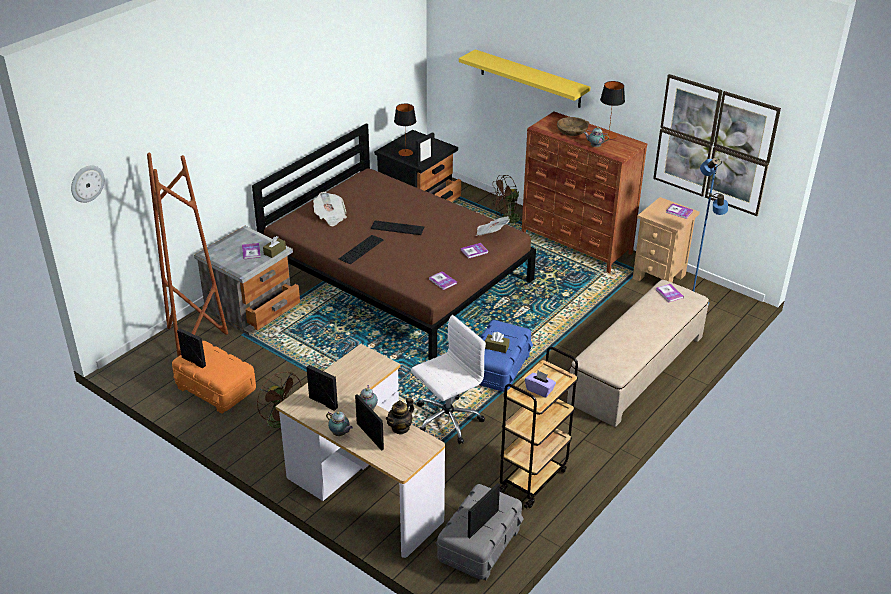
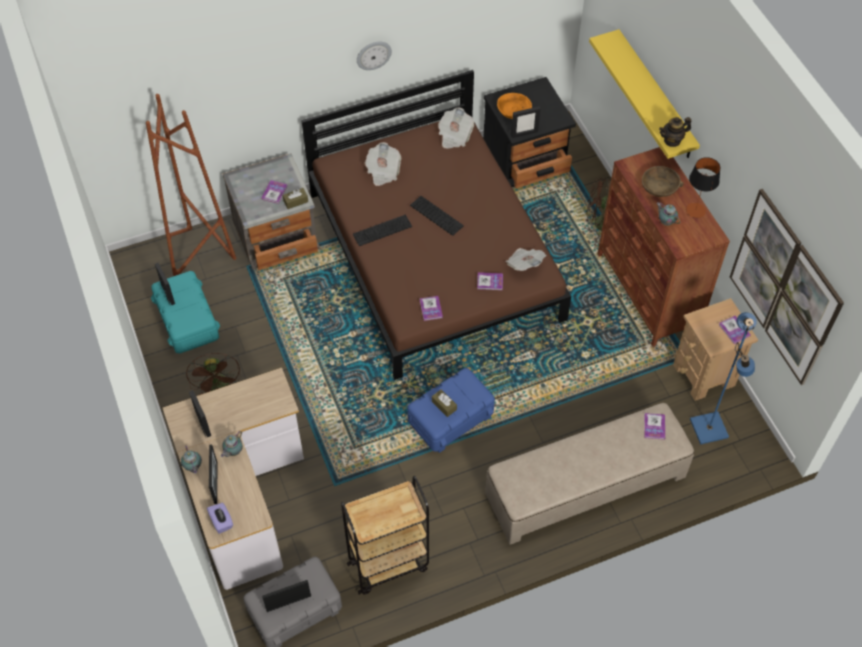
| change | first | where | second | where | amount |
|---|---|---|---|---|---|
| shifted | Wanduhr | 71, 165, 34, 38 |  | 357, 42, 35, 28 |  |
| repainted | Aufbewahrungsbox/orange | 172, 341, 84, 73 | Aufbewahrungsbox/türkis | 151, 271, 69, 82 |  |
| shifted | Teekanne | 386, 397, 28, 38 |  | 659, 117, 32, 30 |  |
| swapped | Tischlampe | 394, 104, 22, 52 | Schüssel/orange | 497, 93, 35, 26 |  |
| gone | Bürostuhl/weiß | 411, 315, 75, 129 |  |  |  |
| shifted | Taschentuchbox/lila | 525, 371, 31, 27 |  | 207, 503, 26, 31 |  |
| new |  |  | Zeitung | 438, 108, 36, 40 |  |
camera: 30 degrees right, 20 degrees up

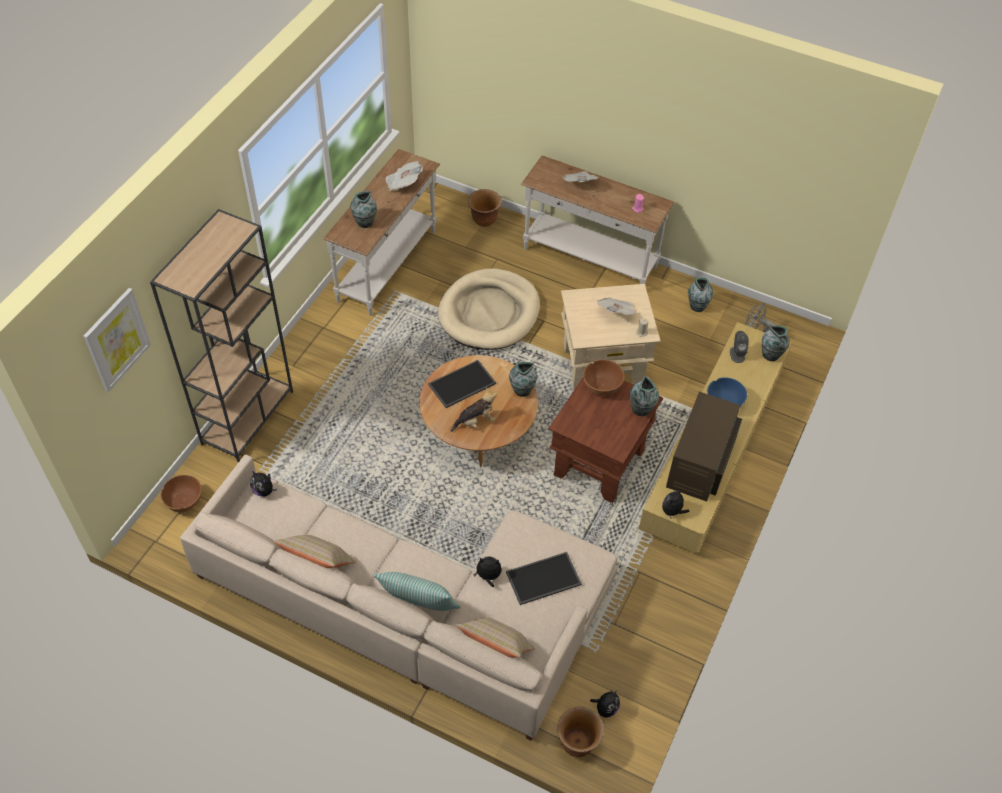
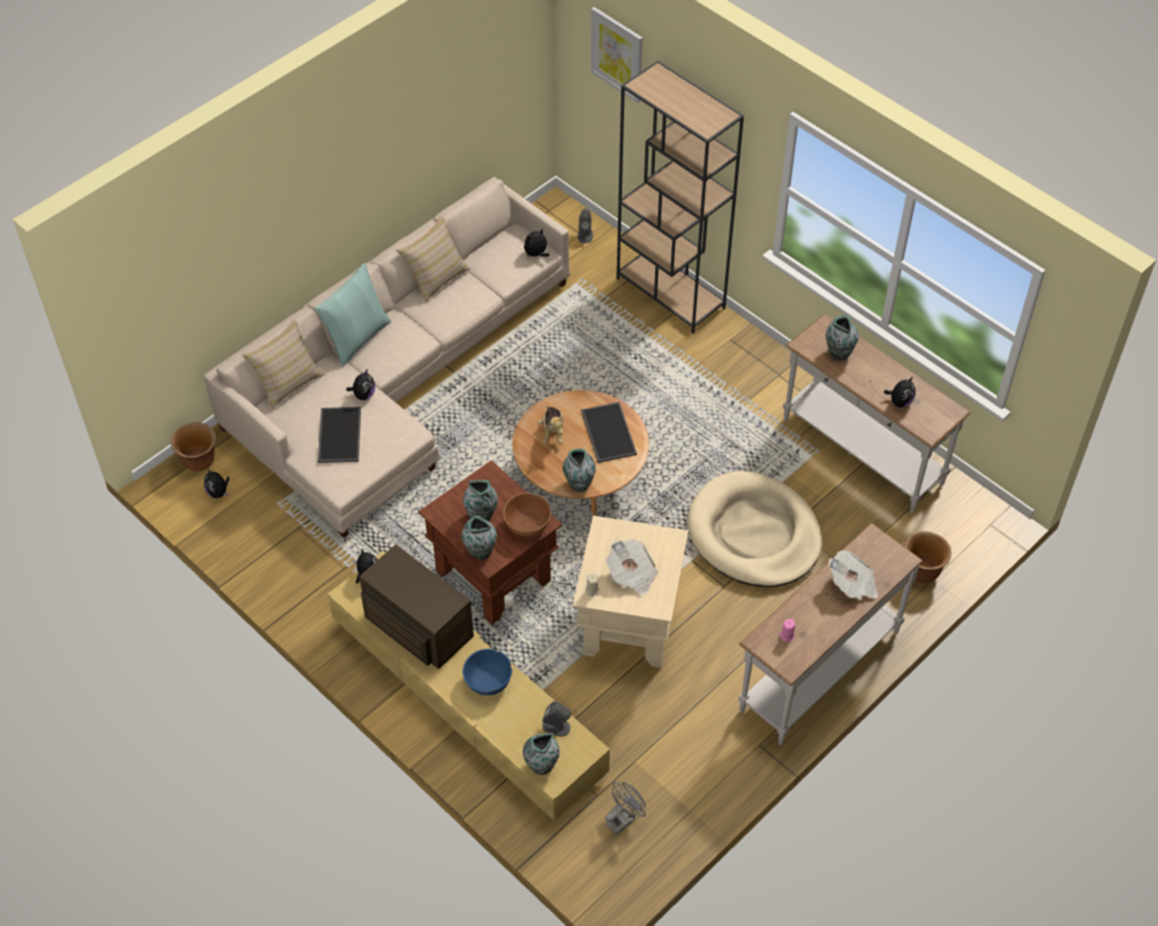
| change | first | where | second | where | amount |
|---|---|---|---|---|---|
| swapped | Schüssel/braun | 160, 475, 42, 37 | Lautsprecher/grau | 578, 209, 15, 34 |  |
| swapped | Zeitung | 385, 161, 38, 30 | Plüschtier | 884, 376, 32, 32 |  |
| shifted | Vase | 688, 277, 25, 35 |  | 463, 480, 35, 41 |  |
camera: 110 degrees right, 0 degrees up

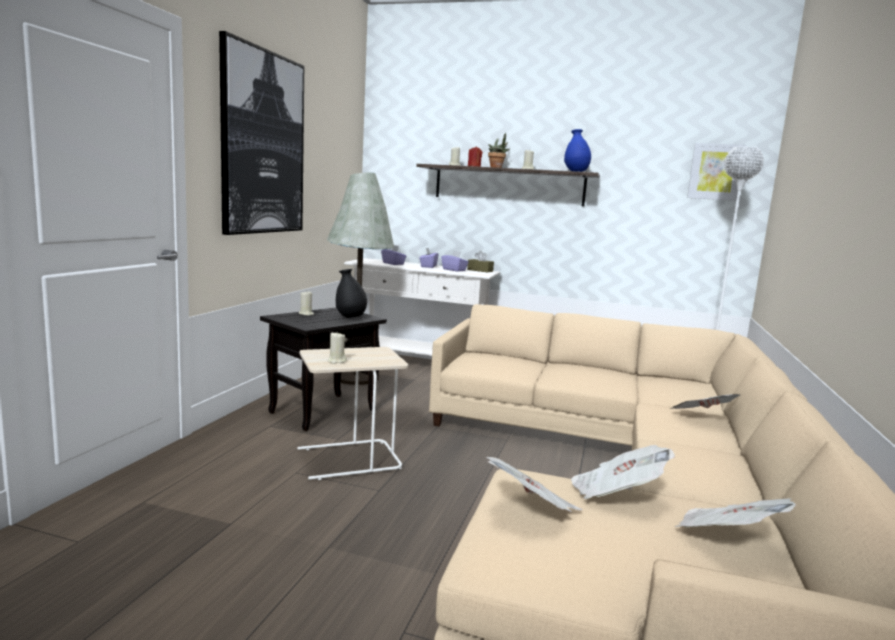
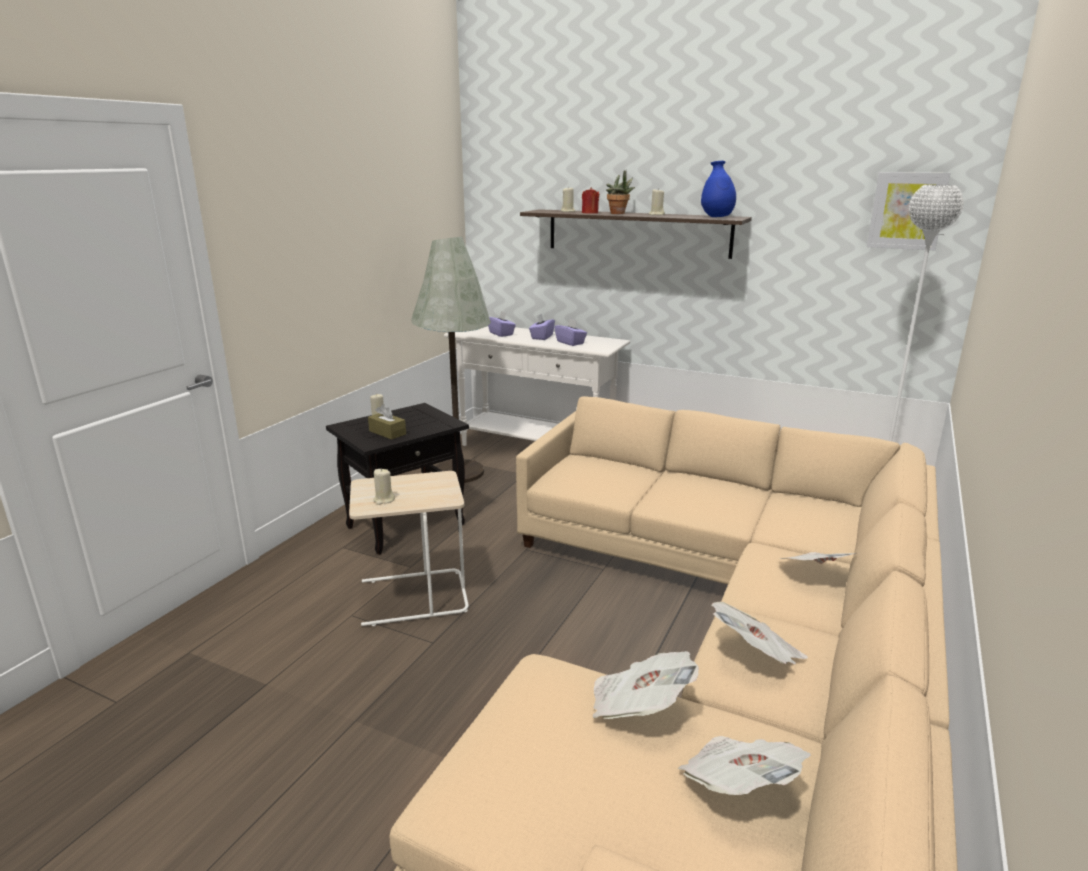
| change | first | where | second | where | amount |
|---|---|---|---|---|---|
| gone | Bild | 219, 31, 85, 204 |  |  |  |
| gone | Vase/schwarz | 336, 269, 31, 49 |  |  |  |
| shifted | Taschentuchbox/braun | 467, 251, 27, 22 |  | 368, 404, 38, 36 |  |
| shifted | Zeitung | 486, 457, 96, 55 |  | 712, 602, 96, 62 |  |
camera: 10 degrees right, 10 degrees up

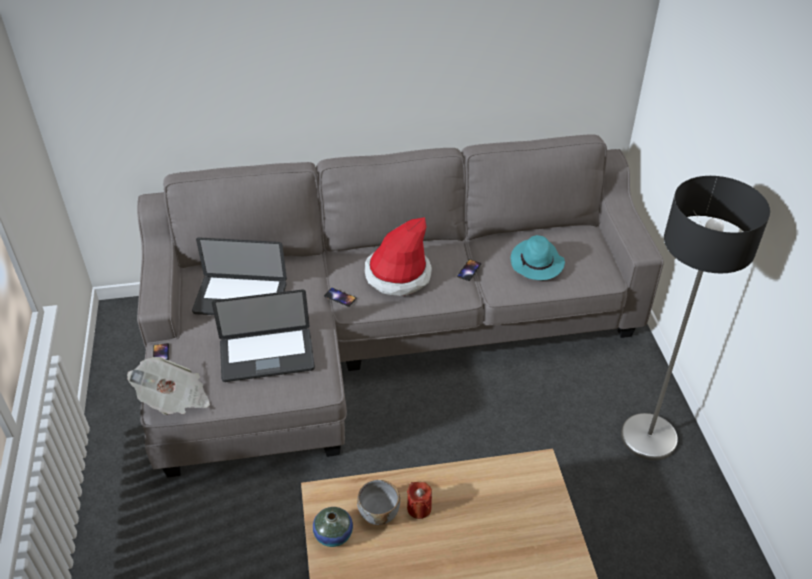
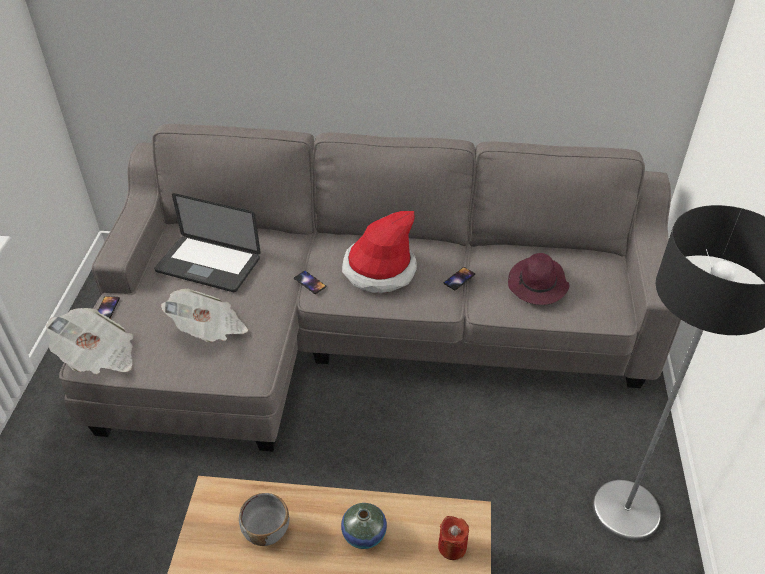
| change | first | where | second | where | amount |
|---|---|---|---|---|---|
| swapped | Laptop | 212, 290, 103, 92 | Zeitung | 161, 289, 87, 53 |  |
| shifted | Vase | 313, 507, 40, 40 |  | 341, 503, 46, 46 |  |
| shifted | Kerze/rot | 407, 482, 25, 37 |  | 438, 516, 31, 44 |  |
| repainted | Hut/türkis | 511, 235, 54, 45 | Hut/lila | 508, 253, 61, 52 |  |
camera: 15 degrees right, 0 degrees up

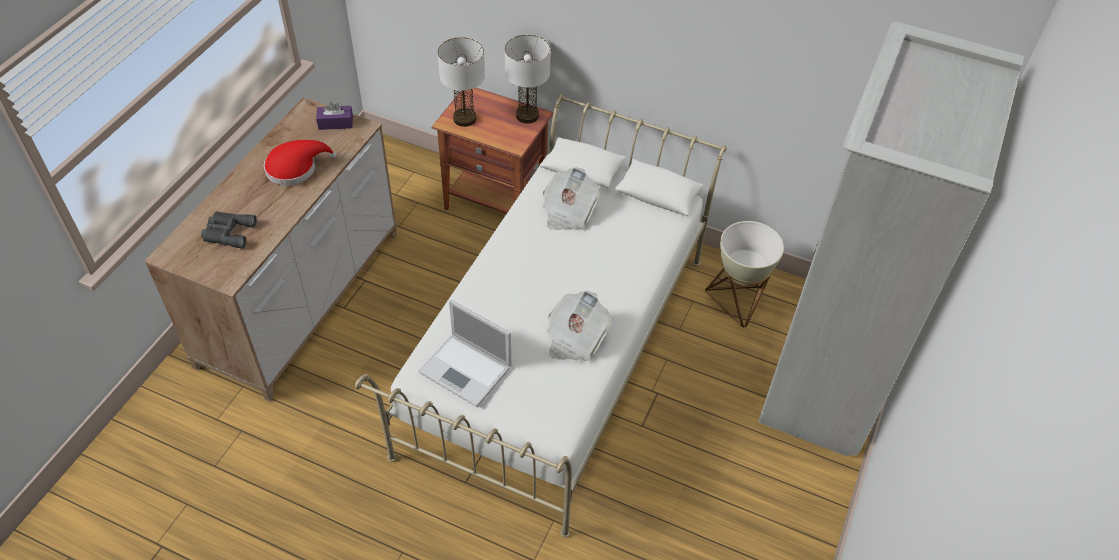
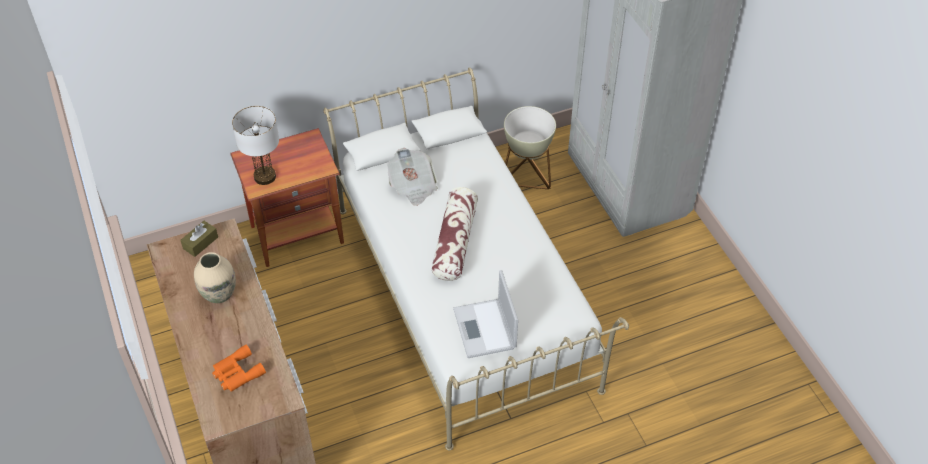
| change | first | where | second | where | amount |
|---|---|---|---|---|---|
| repainted | Fernglas/grau | 201, 211, 56, 38 | Fernglas/orange | 212, 345, 54, 47 |  |
| swapped | Hut/rot | 264, 140, 73, 46 | Vase/beige | 194, 252, 42, 51 |  |
| repainted | Taschentuchbox/lila | 316, 102, 37, 28 | Taschentuchbox/braun | 180, 221, 38, 36 |  |
| rotated | Laptop | 418, 300, 93, 107 |  | 453, 270, 65, 88 | 90 degrees clockwise |
| gone | Tischlampe | 505, 35, 46, 89 |  |  |  |
| gone | Zeitung | 547, 291, 64, 70 |  |  |  |
| new |  |  | Kissen | 431, 187, 47, 94 |  |
camera: 45 degrees left, 0 degrees up

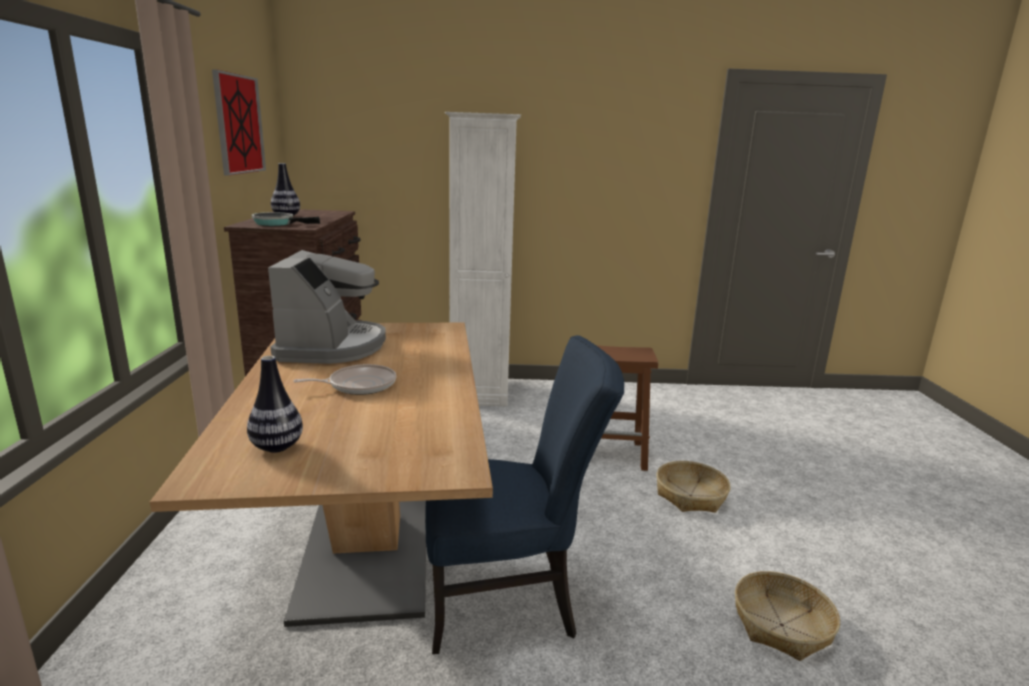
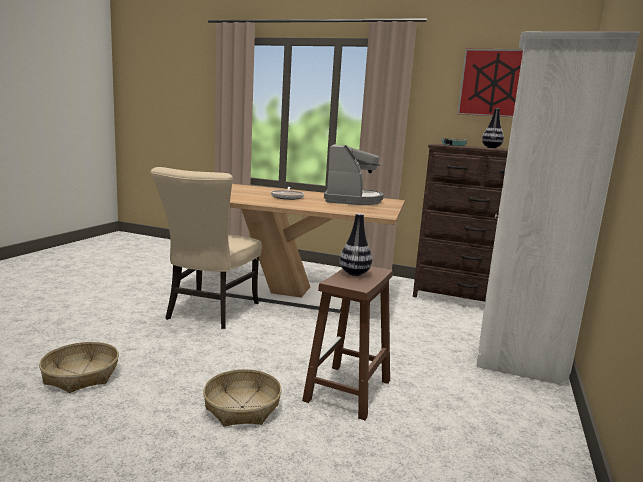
| change | first | where | second | where | amount |
|---|---|---|---|---|---|
| shifted | Vase | 247, 356, 56, 97 |  | 339, 213, 33, 63 |  |
| rotated | Kaffeemaschine | 268, 250, 118, 114 |  | 324, 144, 59, 61 | 105 degrees counterclockwise |
| repainted | Stuhl/blau | 425, 335, 199, 319 | Stuhl/beige | 150, 167, 112, 162 |  |
camera: 110 degrees right, 5 degrees down

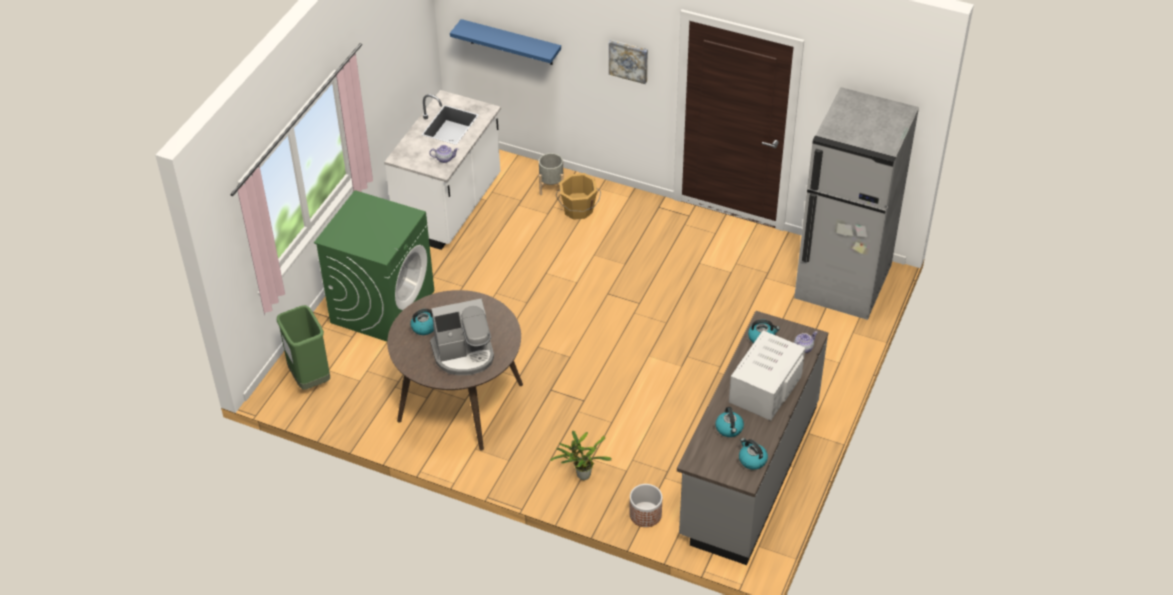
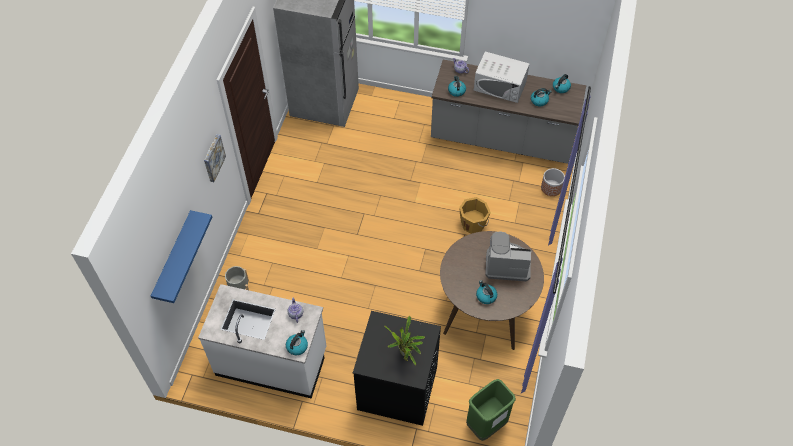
| change | first | where | second | where | amount |
|---|---|---|---|---|---|
| repainted | Waschmaschine/grün | 314, 190, 120, 152 | Waschmaschine/schwarz | 353, 311, 88, 115 |  |
| rotated | Kaffeemaschine | 430, 299, 64, 76 |  | 485, 232, 47, 49 | 60 degrees counterclockwise |
| shifted | Topfpflanze | 550, 431, 62, 49 |  | 384, 316, 41, 49 |  |
| shifted | Eimer/orange | 556, 173, 45, 47 |  | 459, 197, 32, 37 |  |
| new |  |  | Wasserkessel | 286, 330, 22, 25 |  |
camera: 100 degrees left, 10 degrees up

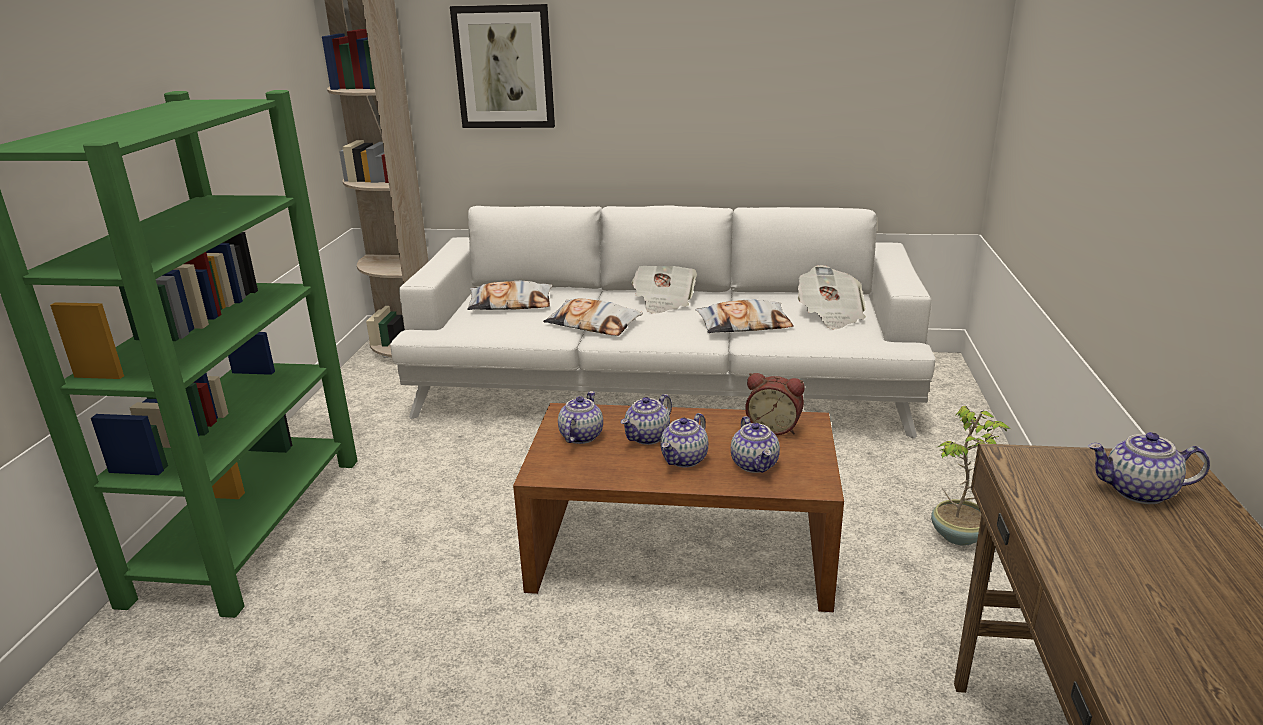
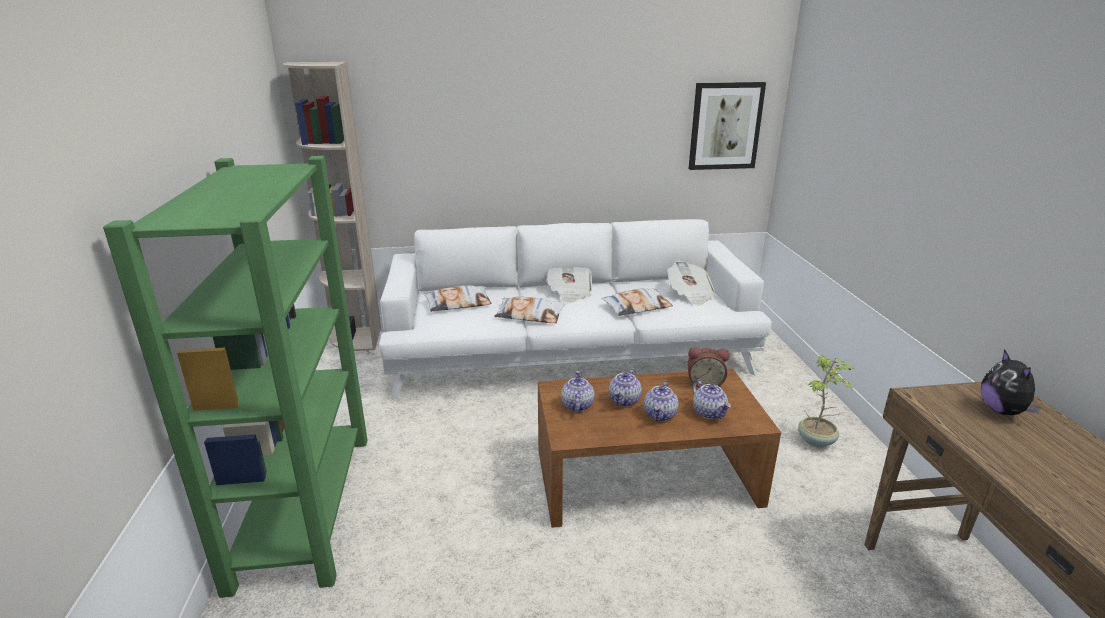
| change | first | where | second | where | amount |
|---|---|---|---|---|---|
| shifted | Bild | 450, 4, 105, 124 |  | 689, 82, 77, 88 |  |
| swapped | Teekanne | 1088, 432, 122, 72 | Plüschtier | 981, 349, 60, 66 |  |
camera: 15 degrees left, 0 degrees up

